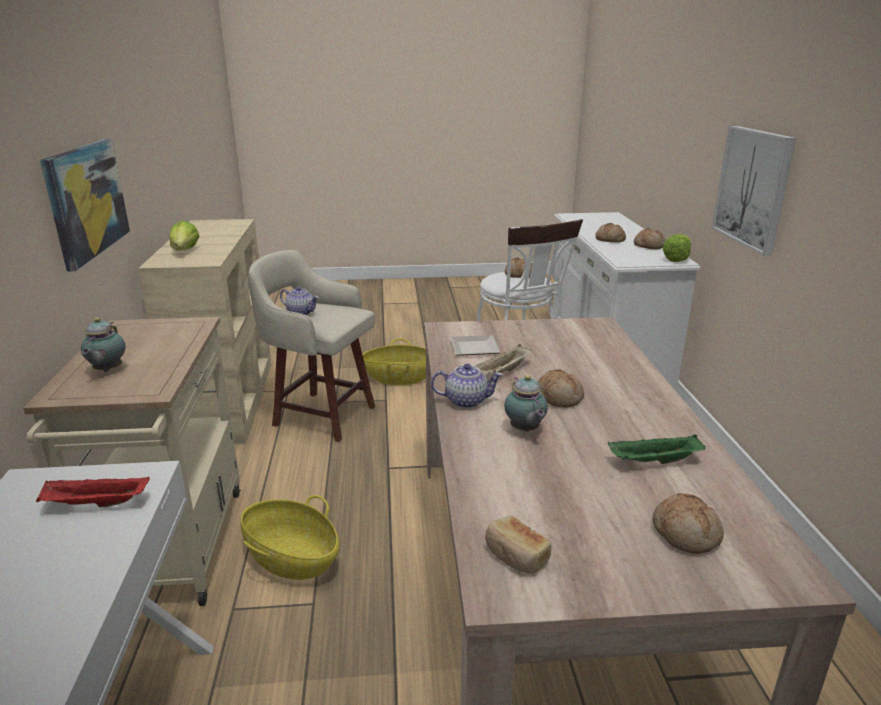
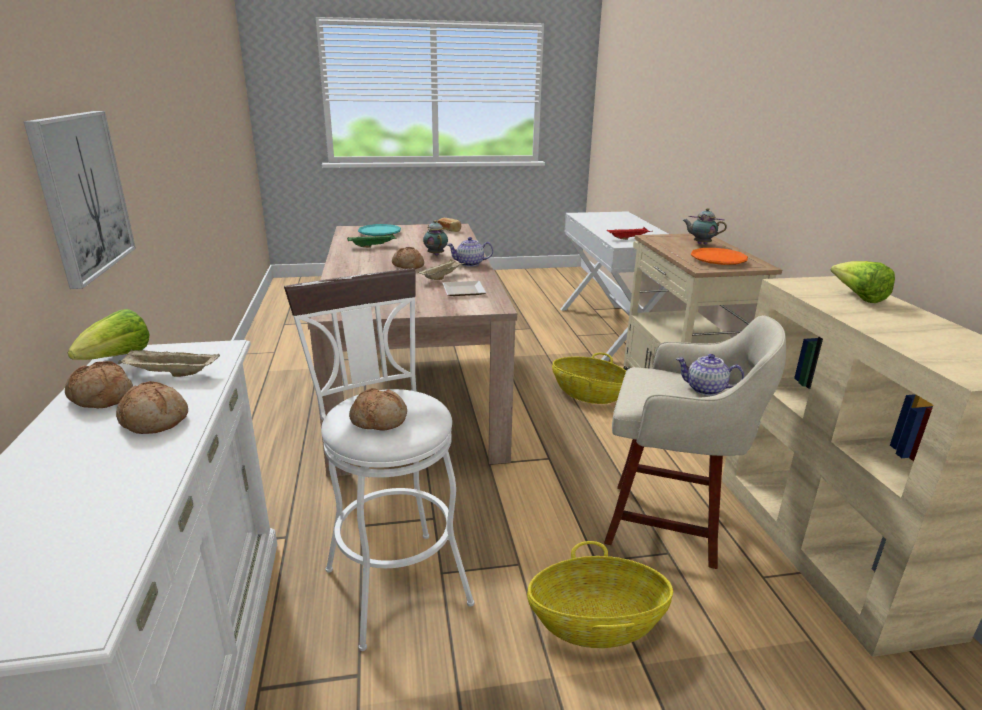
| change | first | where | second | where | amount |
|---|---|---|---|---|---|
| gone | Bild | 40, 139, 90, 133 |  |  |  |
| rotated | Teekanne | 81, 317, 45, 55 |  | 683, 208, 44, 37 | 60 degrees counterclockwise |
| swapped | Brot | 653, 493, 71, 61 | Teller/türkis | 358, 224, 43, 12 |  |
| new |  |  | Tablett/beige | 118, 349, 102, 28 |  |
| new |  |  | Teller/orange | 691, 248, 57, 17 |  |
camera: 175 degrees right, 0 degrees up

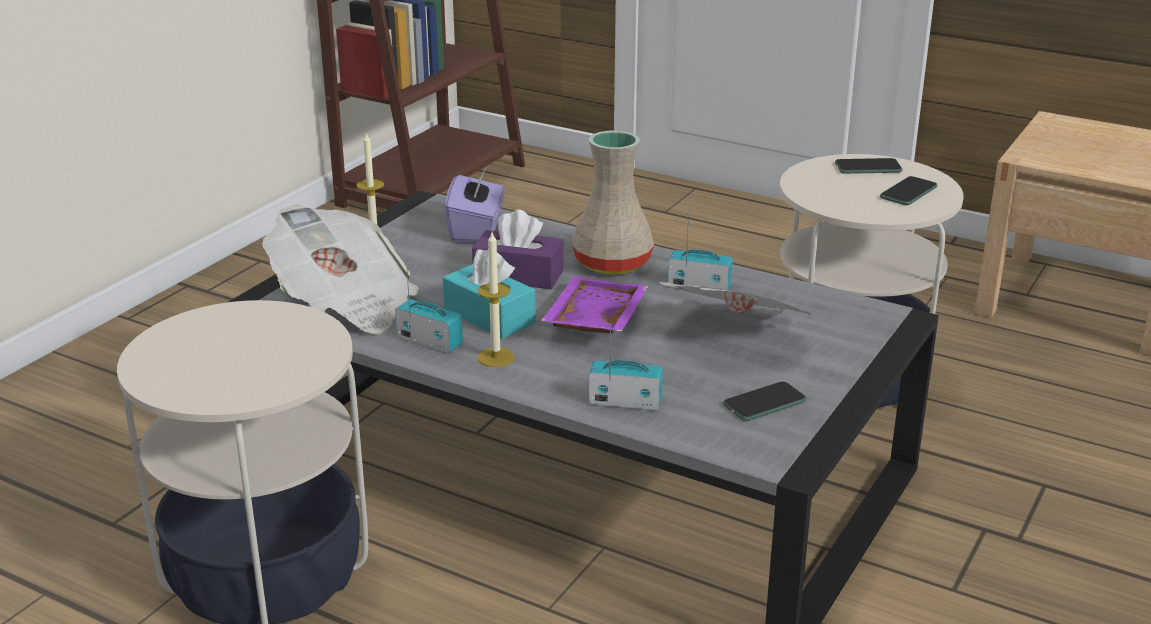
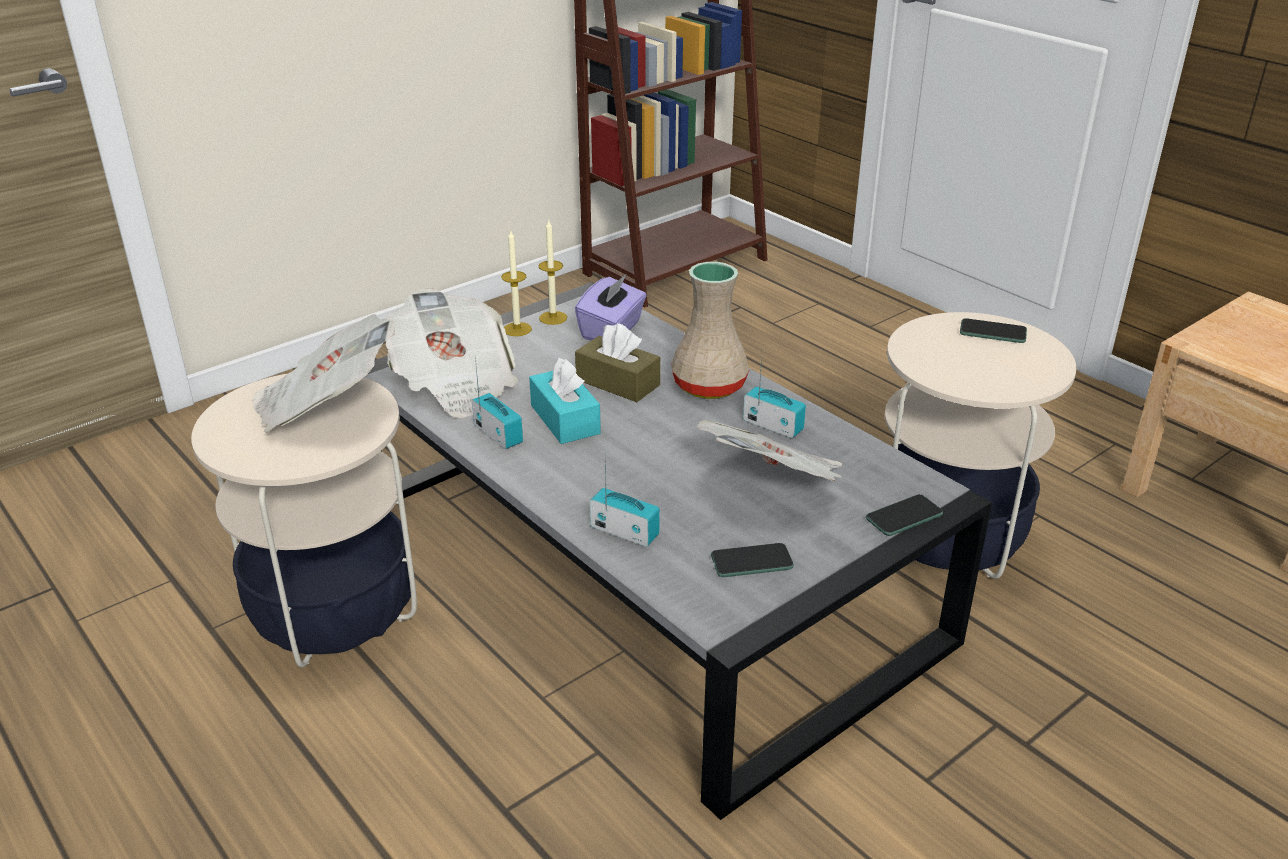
| change | first | where | second | where | amount |
|---|---|---|---|---|---|
| repainted | Taschentuchbox/lila | 472, 209, 92, 80 | Taschentuchbox/braun | 575, 323, 85, 79 |  |
| shifted | Kerze | 477, 232, 38, 135 |  | 539, 219, 28, 106 |  |
| gone | Tablett/lila | 541, 276, 107, 57 |  |  |  |
| shifted | Handy | 880, 176, 57, 29 |  | 866, 494, 77, 42 |  |
| new |  |  | Zeitung | 252, 314, 143, 119 |  |
camera: 20 degrees right, 5 degrees up

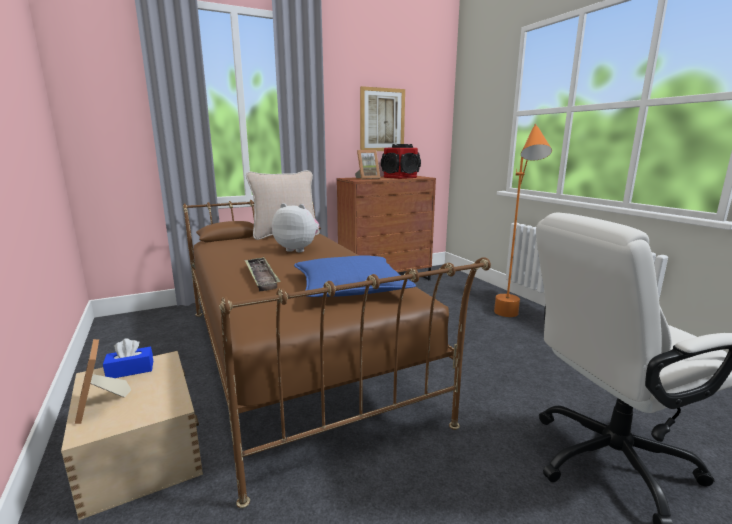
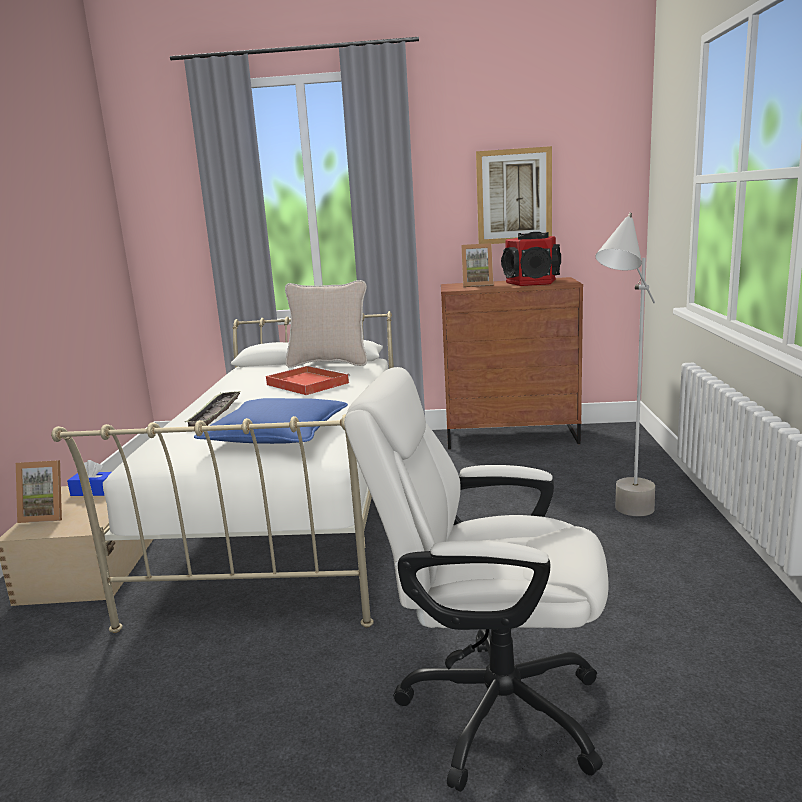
| change | first | where | second | where | amount |
|---|---|---|---|---|---|
| rotated | Bilderrahmen | 75, 339, 56, 85 |  | 16, 460, 46, 63 | 90 degrees counterclockwise |
| repainted | Bett/braun | 183, 200, 308, 308 | Bett/weiß | 51, 311, 343, 322 |  |
| swapped | Plüschtier | 272, 203, 47, 49 | Tablett/rot | 266, 365, 84, 30 |  |
| repainted | Stehlampe/orange | 494, 124, 58, 193 | Stehlampe/grau | 595, 213, 60, 303 |  |
camera: 30 degrees right, 0 degrees up

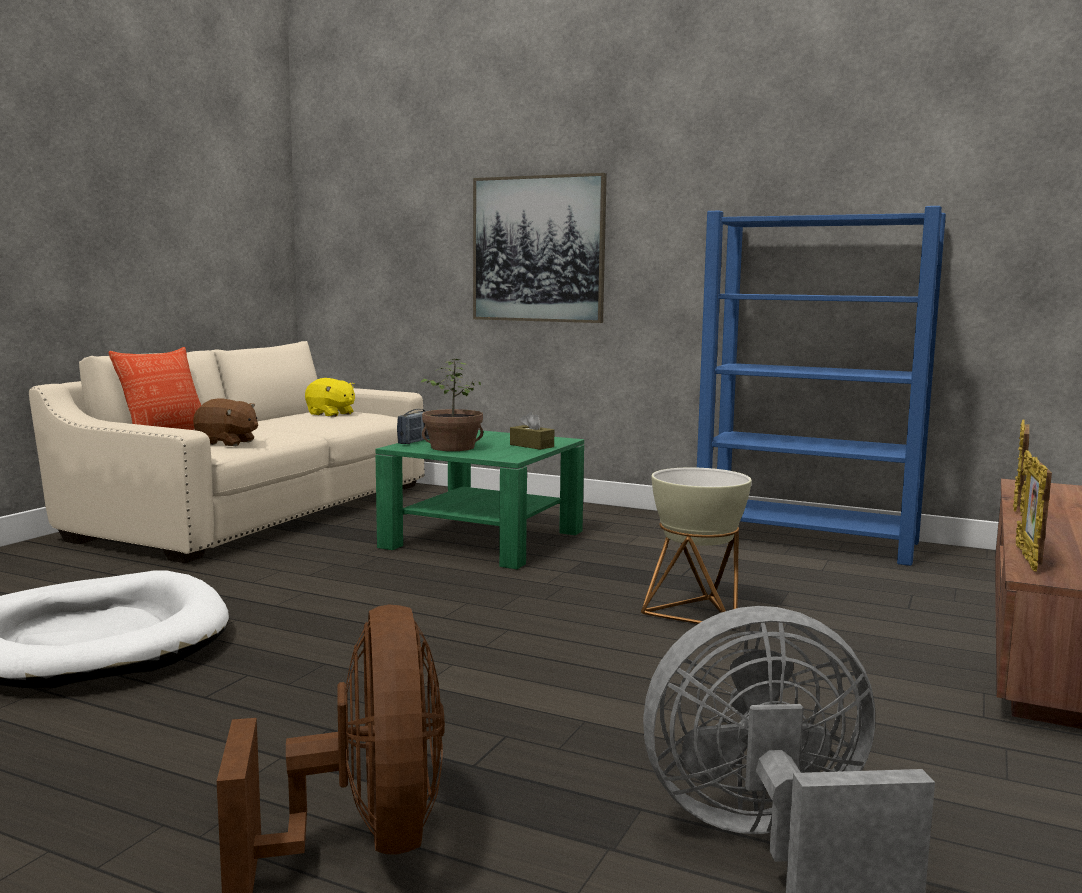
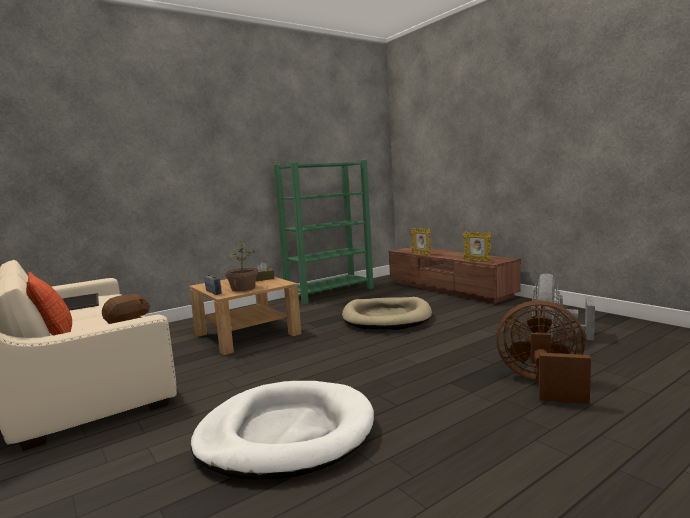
| change | first | where | second | where | amount |
|---|---|---|---|---|---|
| swapped | Plüschtier/gelb | 305, 378, 50, 39 | Tablett | 62, 293, 37, 18 |  |
| repainted | Couchtisch/grün | 375, 430, 209, 139 | Couchtisch/braun | 189, 277, 112, 78 |  |
| gone | Bild | 473, 173, 134, 150 |  |  |  |
| swapped | Pflanzkübel | 641, 467, 111, 163 | Hundebett/beige | 342, 297, 90, 33 |  |
| repainted | Bücherregal/blau | 697, 206, 249, 360 | Bücherregal/grün | 274, 159, 100, 146 |  |
camera: 60 degrees left, 0 degrees up

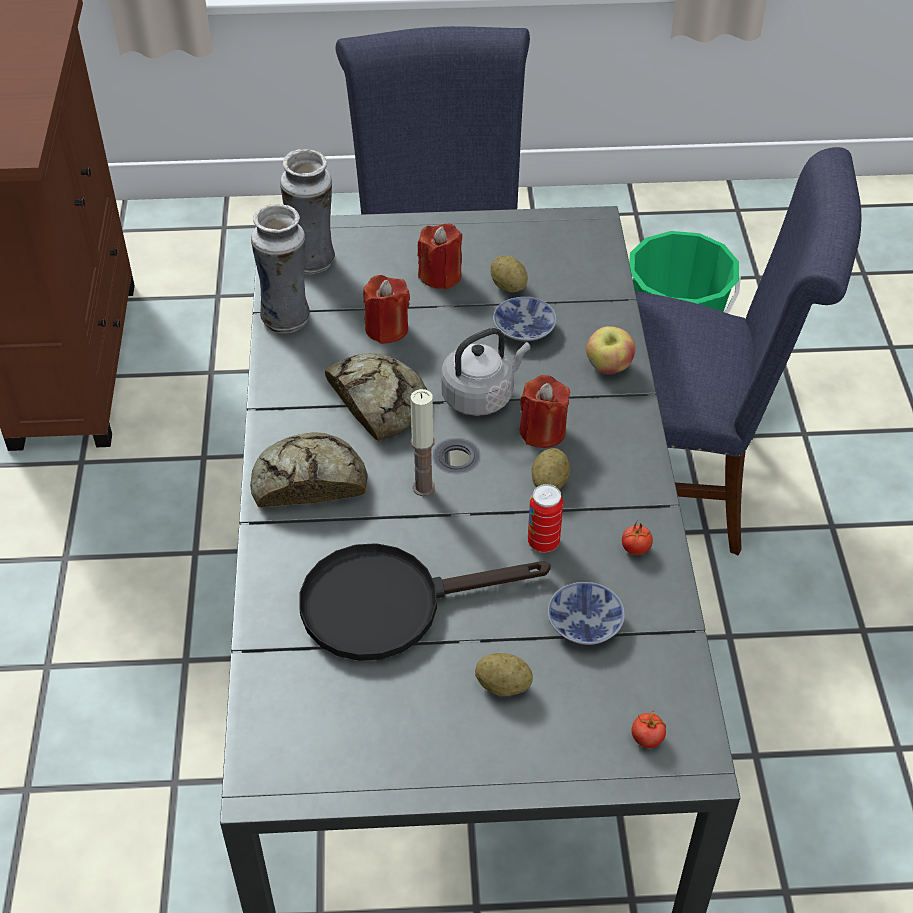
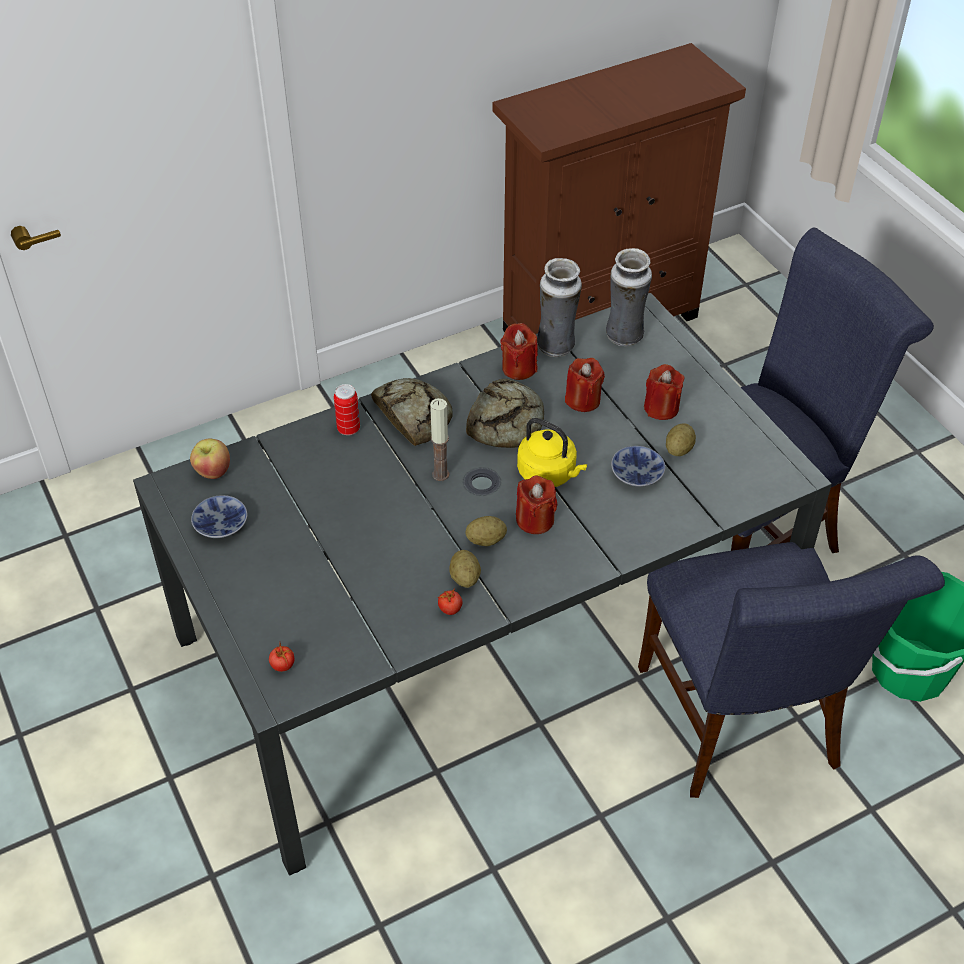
| change | first | where | second | where | amount |
|---|---|---|---|---|---|
| gone | Pfanne/schwarz | 300, 543, 251, 118 |  |  |  |
| repainted | Wasserkessel/grau | 441, 328, 90, 88 | Wasserkessel/gelb | 517, 418, 70, 69 |  |
| shifted | Kartoffel | 475, 653, 58, 43 |  | 449, 550, 32, 38 |  |
| shifted | Dose | 528, 484, 35, 69 |  | 334, 384, 26, 51 |  |
| shifted | Schüssel | 548, 582, 77, 63 |  | 191, 495, 56, 43 |  |
| shifted | Apfel | 586, 326, 49, 48 |  | 190, 438, 40, 41 |  |
| new |  |  | Kerze/rot | 500, 323, 38, 57 |  |
camera: 65 degrees right, 0 degrees up

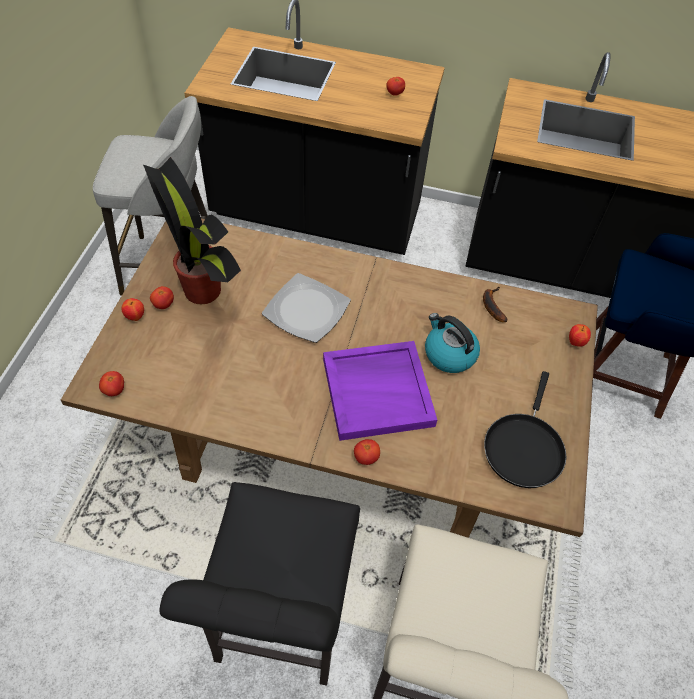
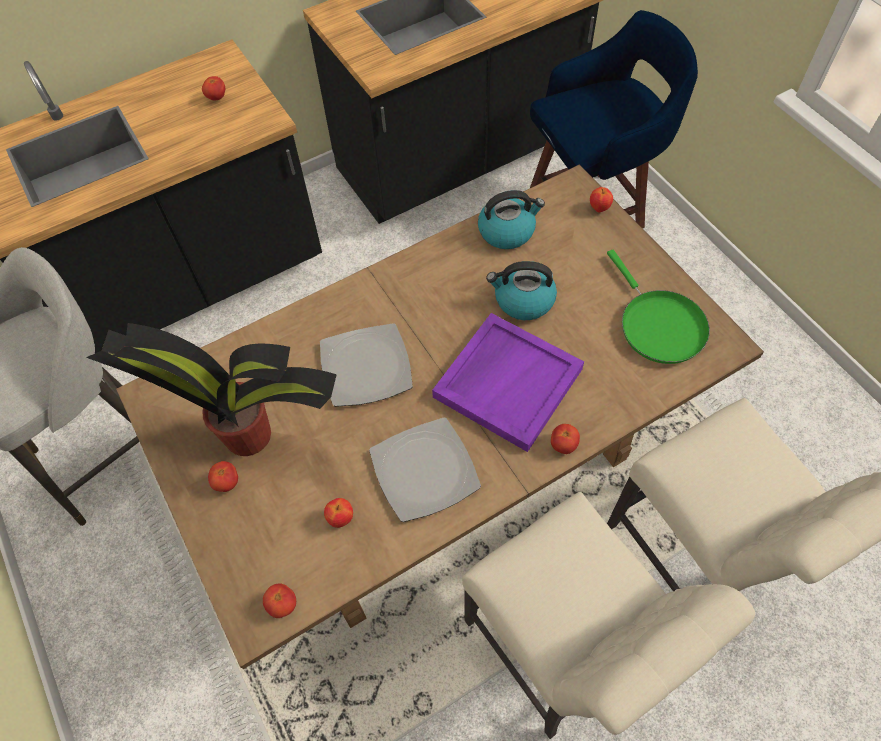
| change | first | where | second | where | amount |
|---|---|---|---|---|---|
| shifted | Apfel | 121, 298, 23, 23 |  | 324, 498, 29, 30 |  |
| repainted | Stuhl/schwarz | 159, 482, 201, 204 | Stuhl/beige | 462, 492, 293, 247 |  |
| swapped | Banane | 483, 287, 25, 35 | Wasserkessel | 478, 190, 67, 59 |  |
| repainted | Pfanne/schwarz | 484, 371, 82, 117 | Pfanne/grün | 607, 250, 103, 114 |  |
| new |  |  | Teller | 369, 417, 112, 105 |  |
camera: 40 degrees left, 5 degrees up

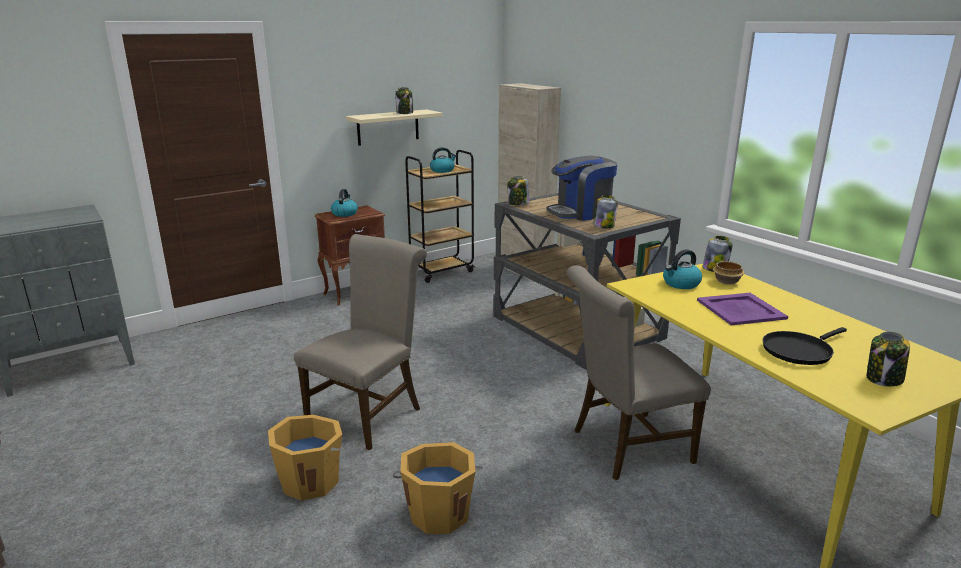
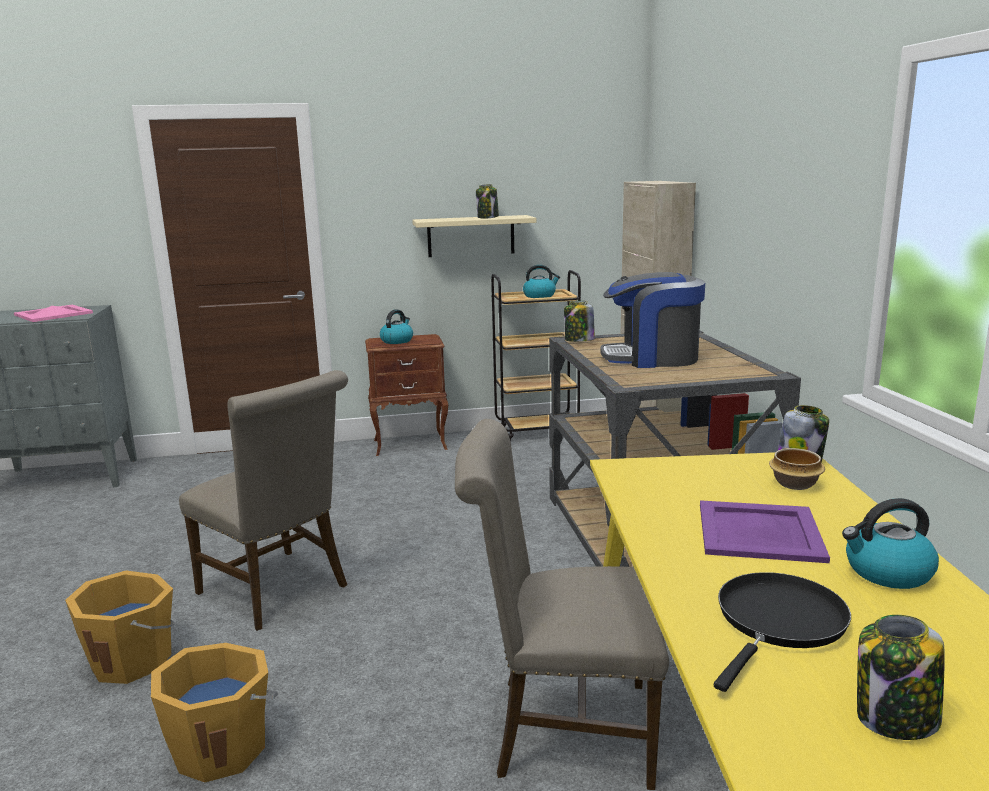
| change | first | where | second | where | amount |
|---|---|---|---|---|---|
| rotated | Stuhl/beige | 294, 234, 133, 216 |  | 179, 370, 169, 261 | 75 degrees clockwise |
| gone | Vorratsglas | 593, 195, 25, 34 |  |  |  |
| shifted | Wasserkessel | 663, 249, 39, 40 |  | 842, 498, 97, 91 |  |
| rotated | Pfanne/schwarz | 762, 327, 85, 38 |  | 714, 572, 137, 120 | 135 degrees clockwise |
| new |  |  | Tablett/rosa | 14, 305, 79, 17 |  |
camera: 25 degrees right, 5 degrees down

